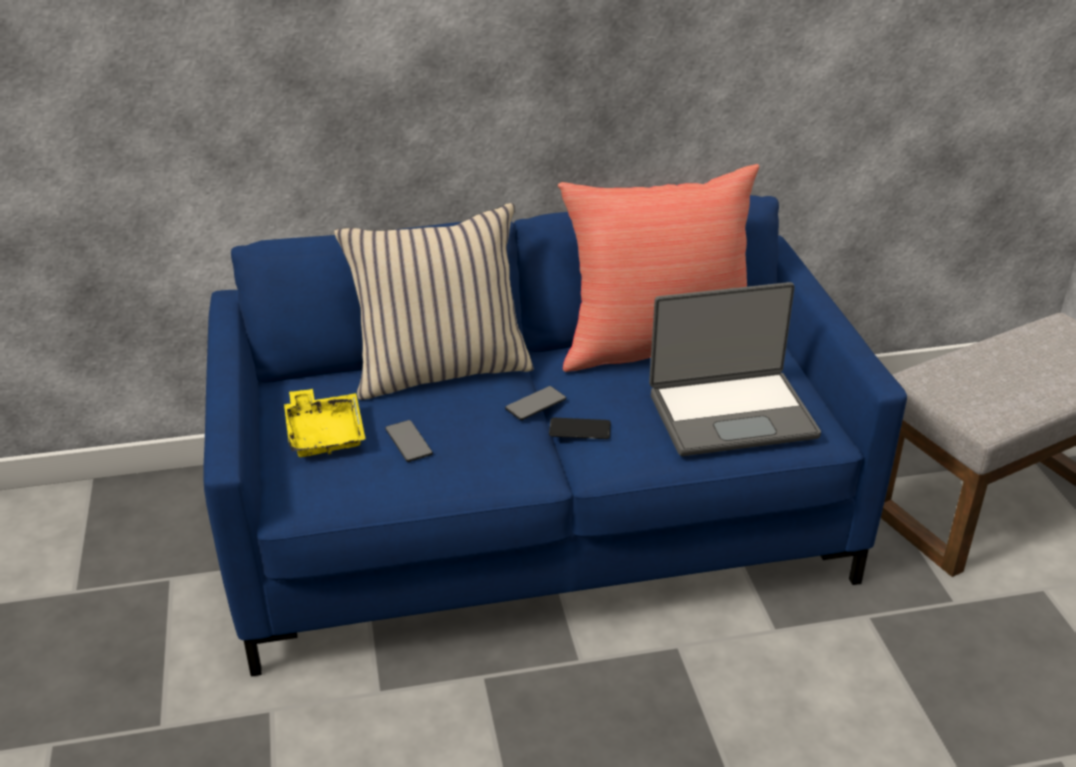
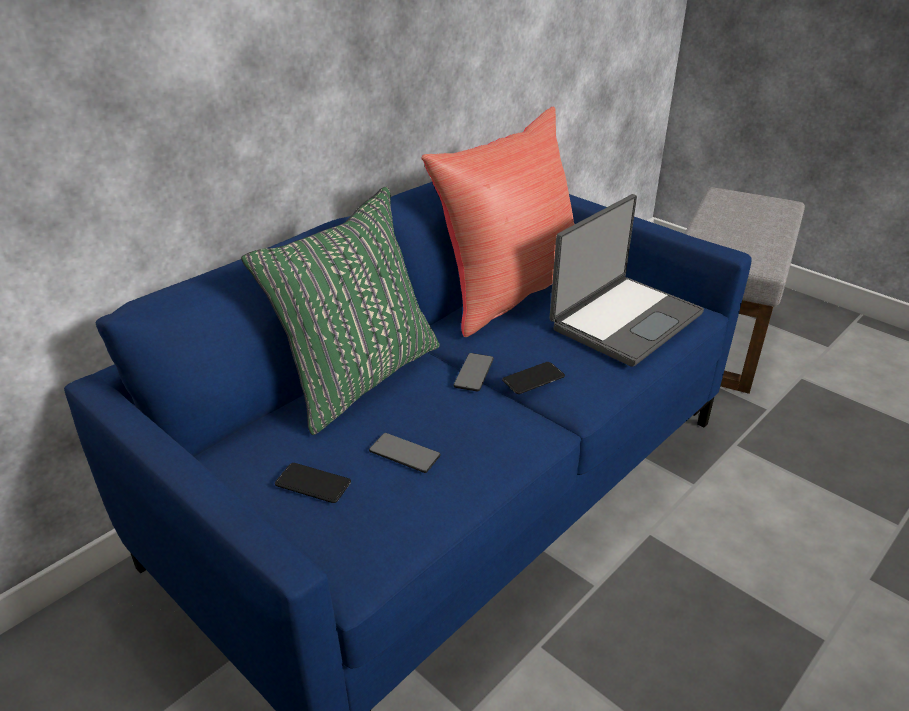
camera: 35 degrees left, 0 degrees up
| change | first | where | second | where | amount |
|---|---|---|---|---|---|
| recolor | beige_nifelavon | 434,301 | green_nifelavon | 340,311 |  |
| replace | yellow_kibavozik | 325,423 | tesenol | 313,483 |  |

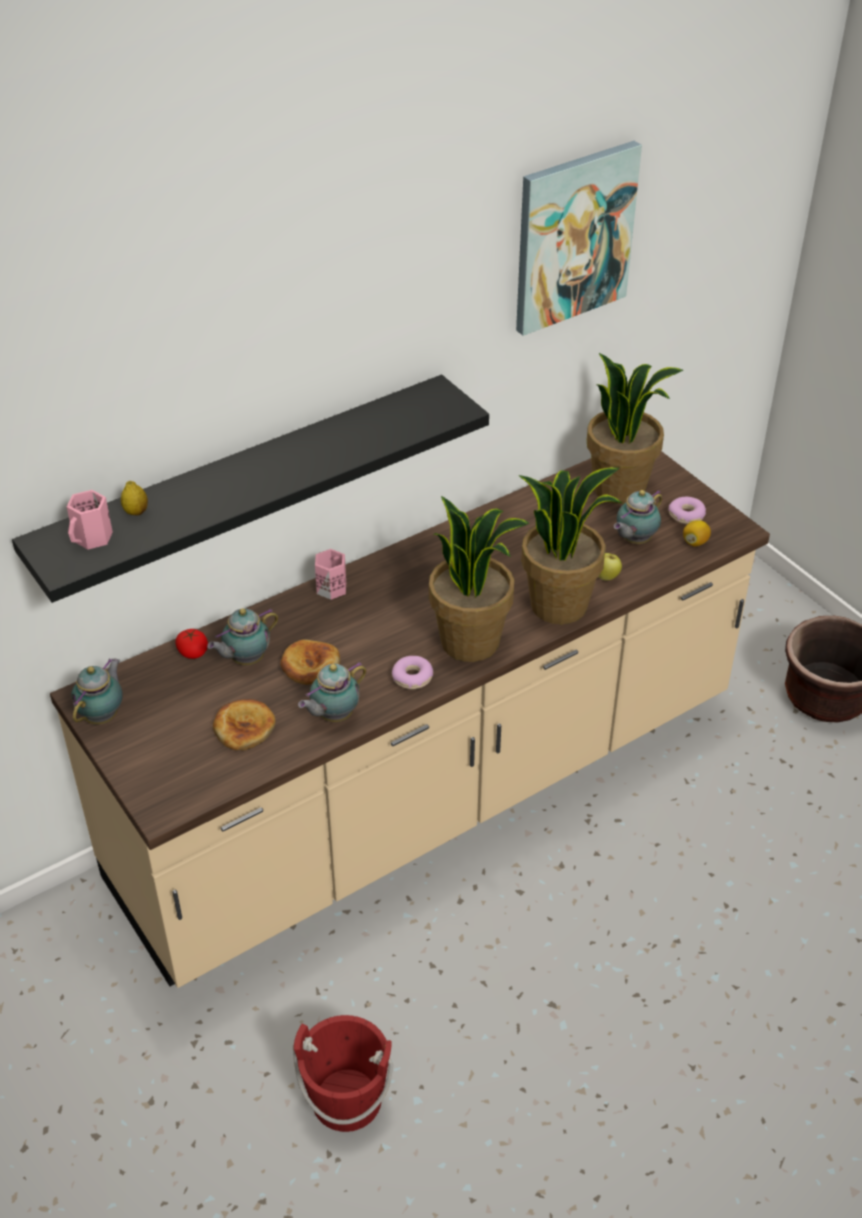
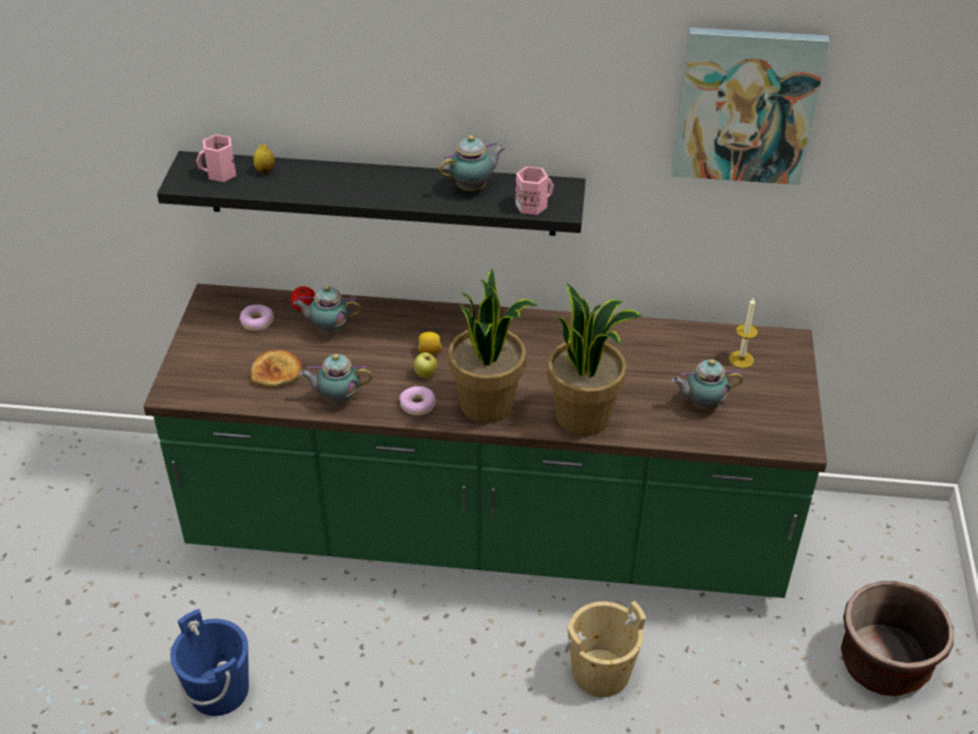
camera: 40 degrees right, 0 degrees up
| change | first | where | second | where | amount |
|---|---|---|---|---|---|
| recolor | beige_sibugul | 410,719 | green_sibugul | 485,441 |  |
| recolor | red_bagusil | 343,1073 | blue_bagusil | 209,662 |  |
| move | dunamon | 687,510 |  | 257,318 |  |
| move | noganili | 610,567 |  | 425,365 |  |
| move | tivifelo | 697,533 |  | 430,343 |  |
| move | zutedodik | 97,691 |  | 472,163 |  |
| move | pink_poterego | 330,574 |  | 534,190 |  |
| insert |  |  | beige_bagusil | 605,649 |  |
| replace | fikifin | 635,428 | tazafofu | 743,332 |  |
| delete | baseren | 310,662 |  |  |  |

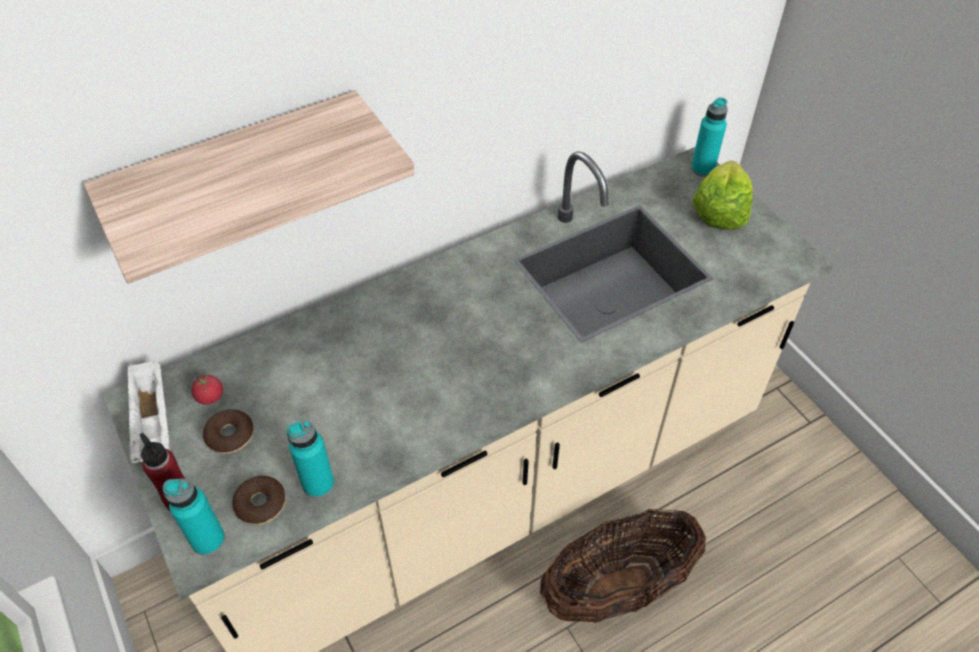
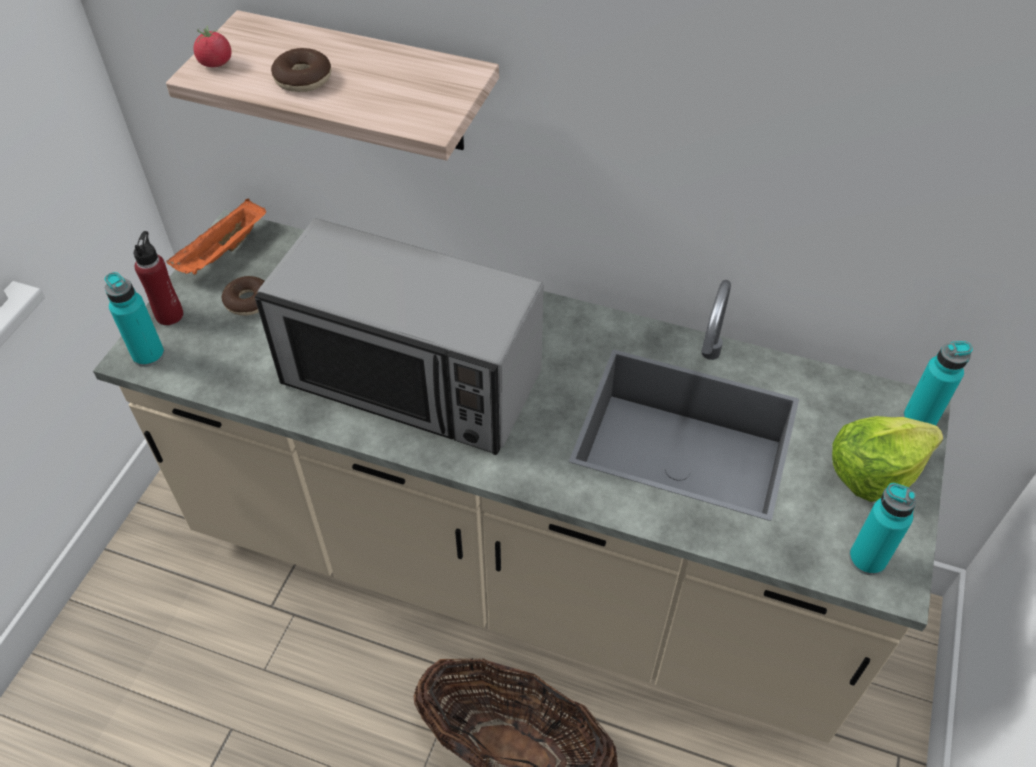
camera: 50 degrees right, 0 degrees up
| change | first | where | second | where | amount |
|---|---|---|---|---|---|
| recolor | white_kibavozik | 149,411 | orange_kibavozik | 216,237 |  |
| move | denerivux | 207,389 |  | 212,46 |  |
| insert |  |  | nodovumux | 399,337 |  |
| move | dunamon | 259,501 |  | 301,70 |  |
| move | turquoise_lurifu | 310,459 |  | 882,529 |  |

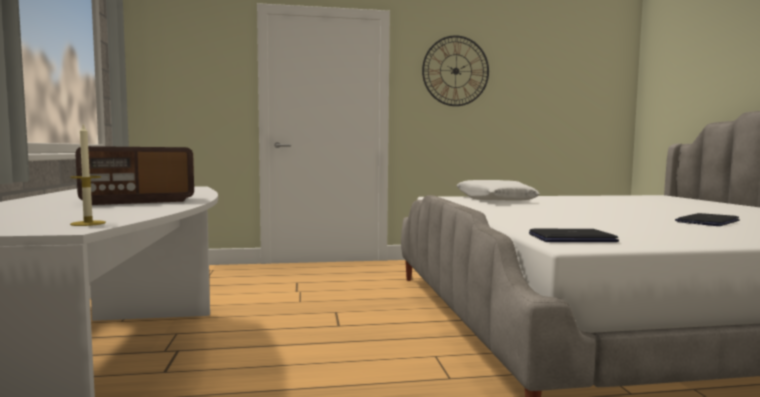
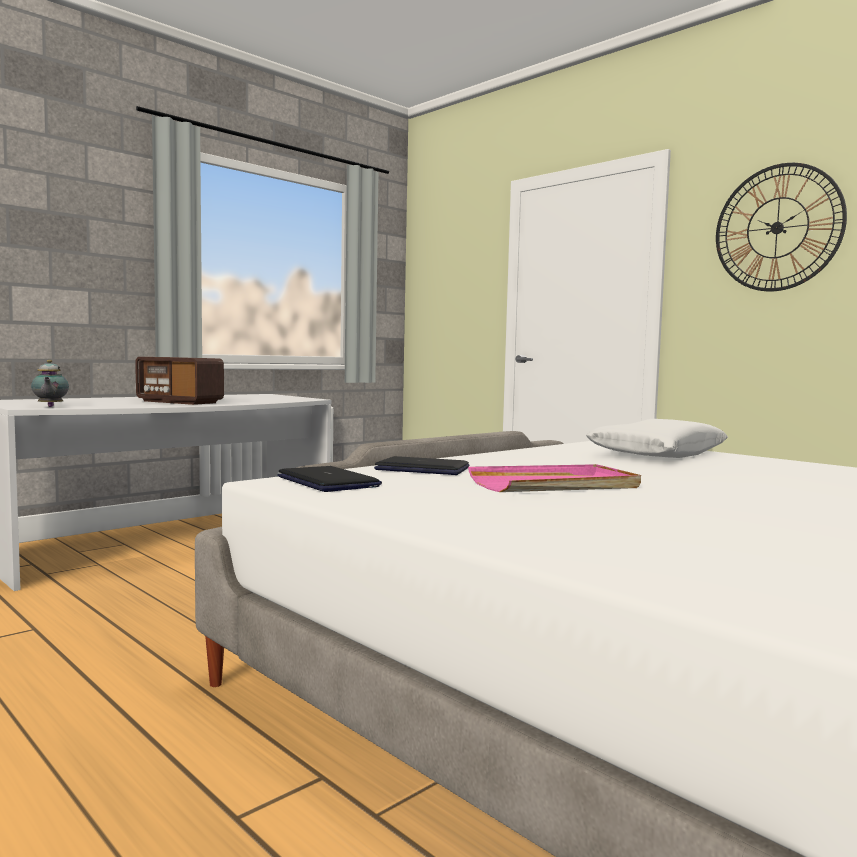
camera: 55 degrees right, 0 degrees up
| change | first | where | second | where | amount |
|---|---|---|---|---|---|
| replace | tazafofu | 88,175 | zutedodik | 50,383 |  |
| move | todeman | 707,219 |  | 421,465 |  |
| insert |  |  | pink_kibavozik | 554,478 |  |

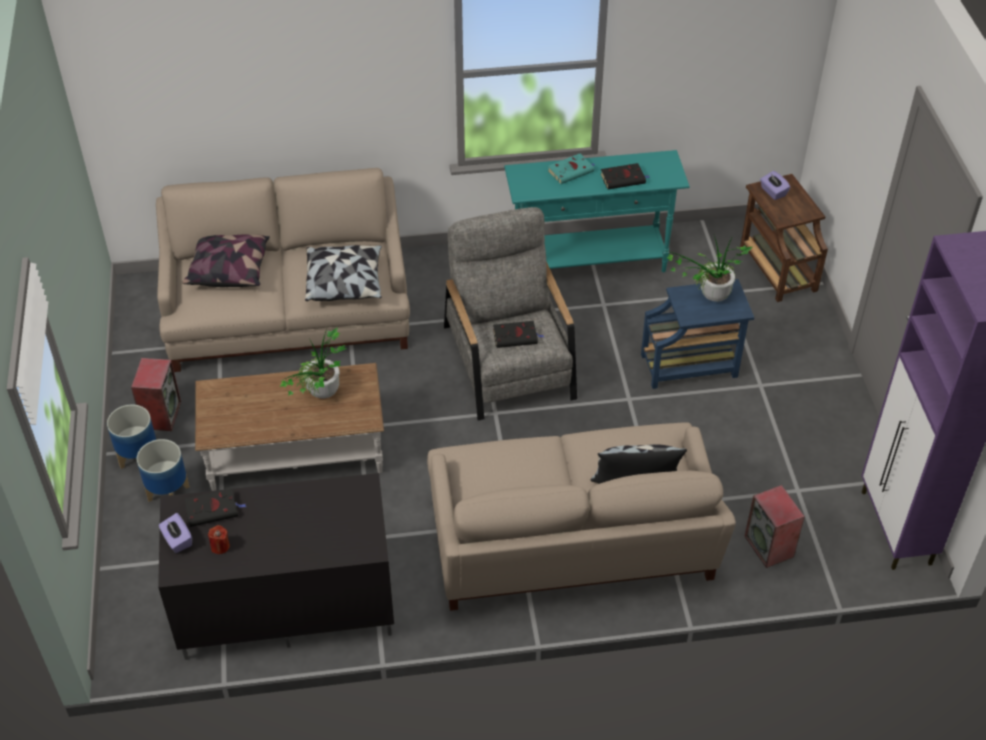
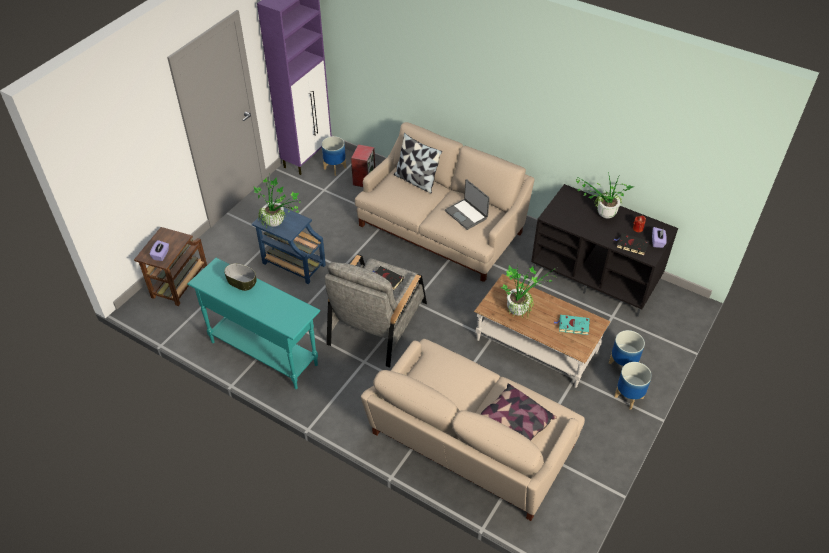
camera: 140 degrees left, 0 degrees up
| change | first | where | second | where | amount |
|---|---|---|---|---|---|
| replace | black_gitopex | 625,176 | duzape | 240,277 |  |
| insert |  |  | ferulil | 333,156 |  |
| insert |  |  | todeman | 467,204 |  |
| move | turquoise_gitopex | 571,168 |  | 571,325 |  |
| insert |  |  | fikifin | 605,195 |  |
| delete | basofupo | 156,394 |  |  |  |
| delete | nifelavon | 343,273 |  |  |  |

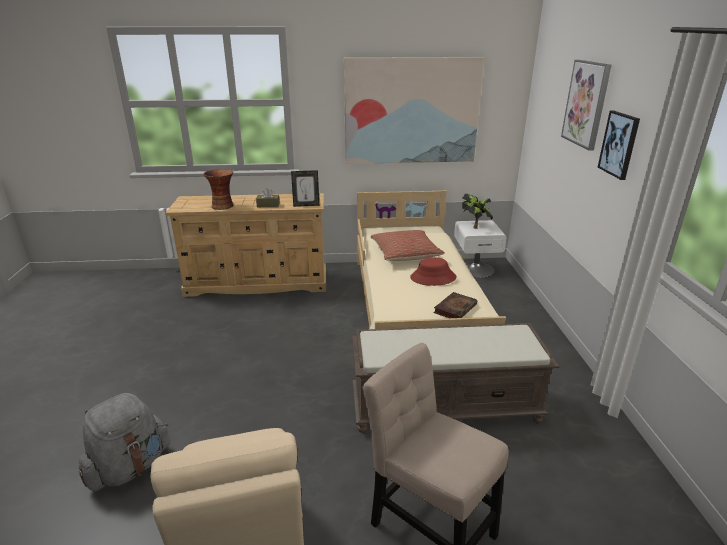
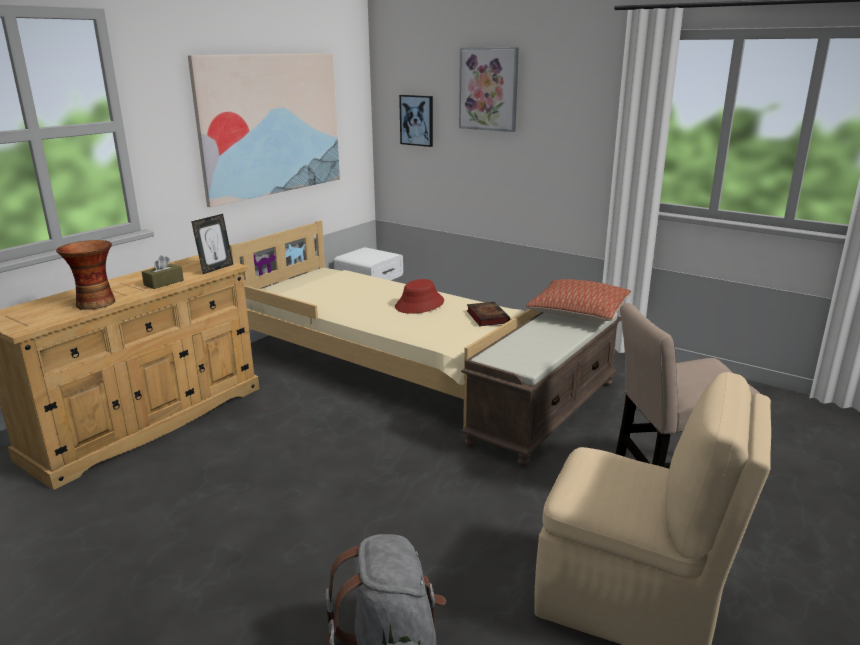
camera: 50 degrees left, 5 degrees down
| change | first | where | second | where | amount |
|---|---|---|---|---|---|
| move | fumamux | 619,145 |  | 416,121 |  |
| move | nifelavon | 408,245 |  | 578,300 |  |
| delete | fikifin | 477,211 |  |  |  |

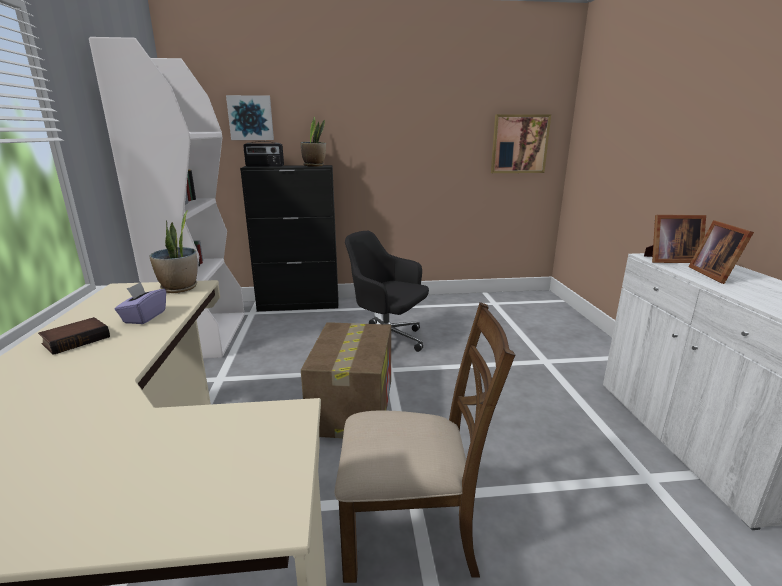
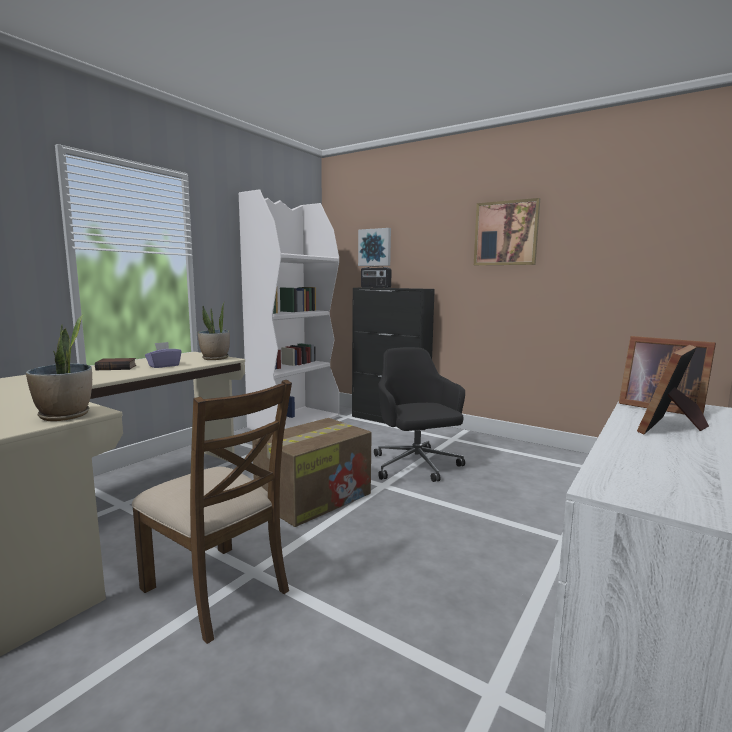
camera: 40 degrees right, 10 degrees down
| change | first | where | second | where | amount |
|---|---|---|---|---|---|
| move | fikifin | 313,141 |  | 59,367 |  |
| move | fumamux | 521,143 |  | 507,231 |  |

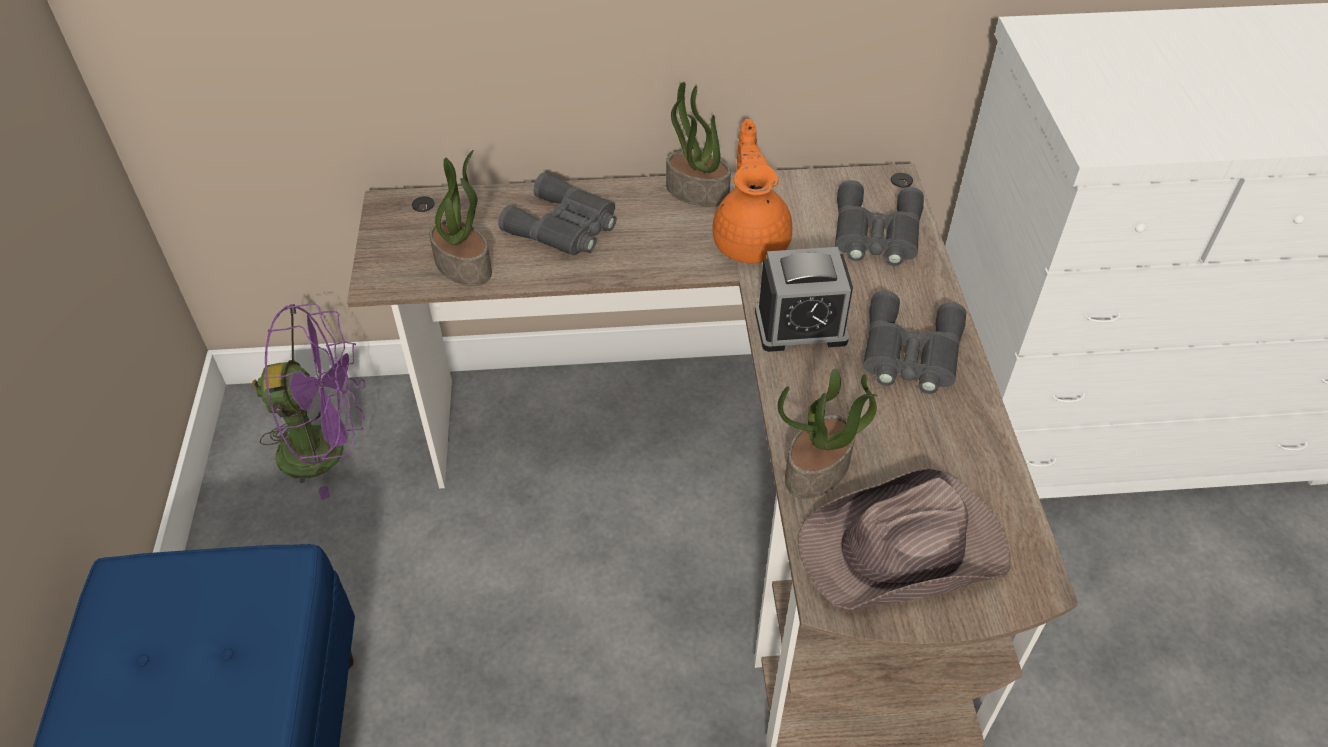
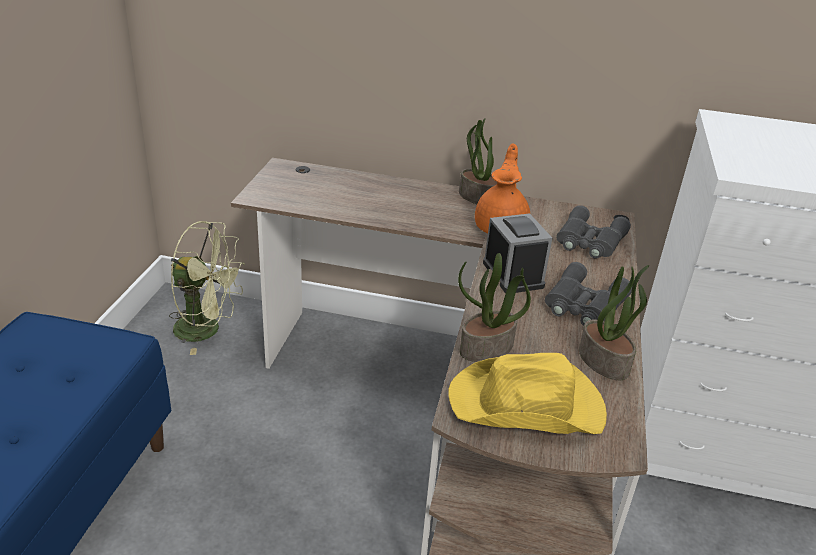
camera: 15 degrees right, 15 degrees down
| change | first | where | second | where | amount |
|---|---|---|---|---|---|
| recolor | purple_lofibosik | 309,401 | green_lofibosik | 207,288 |  |
| recolor | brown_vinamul | 904,539 | yellow_vinamul | 527,393 |  |
| rotate | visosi | 804,299 |  | 517,253 | 120 degrees counterclockwise |
| move | fikifin | 460,218 |  | 614,322 |  |
| delete | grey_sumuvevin | 557,214 |  |  |  |

